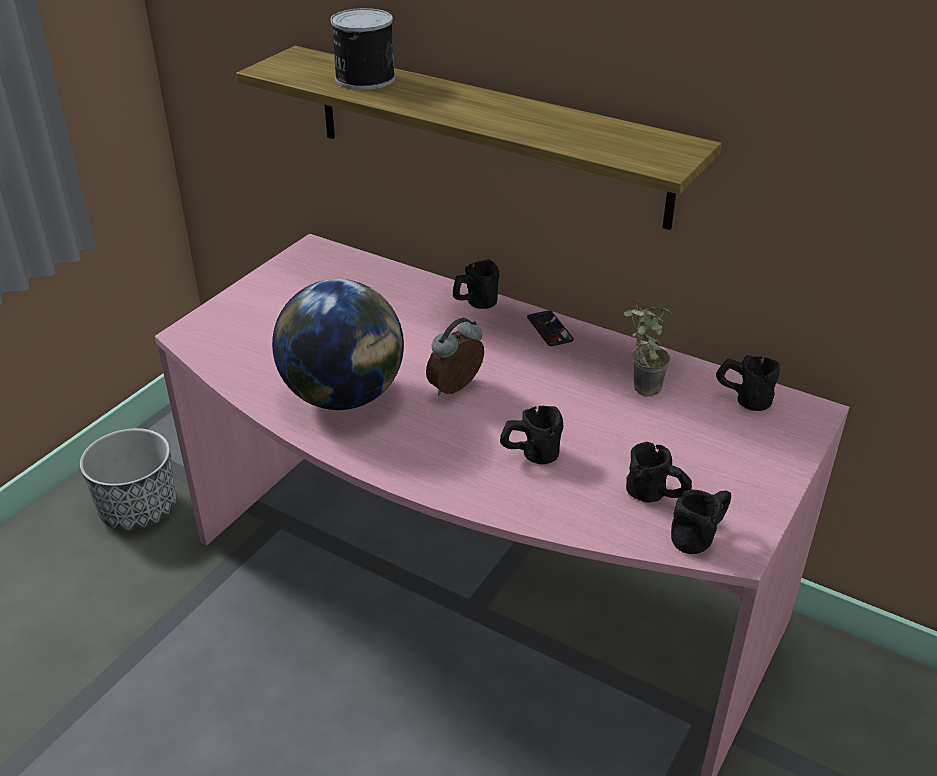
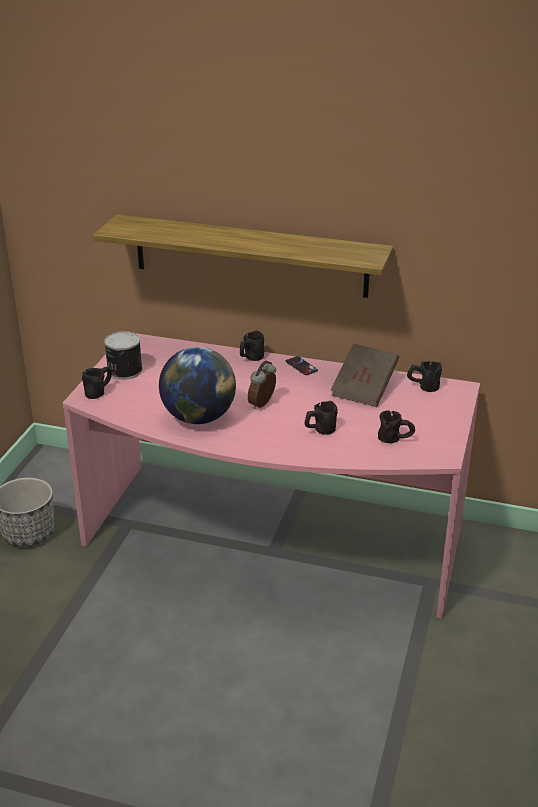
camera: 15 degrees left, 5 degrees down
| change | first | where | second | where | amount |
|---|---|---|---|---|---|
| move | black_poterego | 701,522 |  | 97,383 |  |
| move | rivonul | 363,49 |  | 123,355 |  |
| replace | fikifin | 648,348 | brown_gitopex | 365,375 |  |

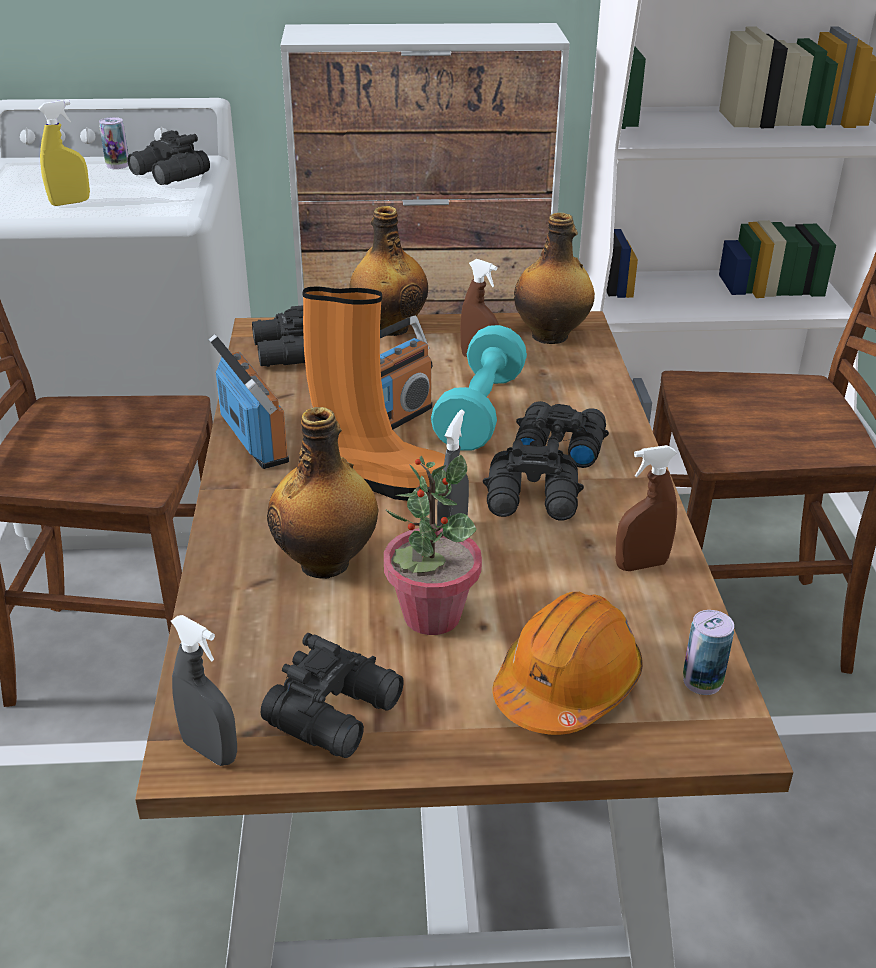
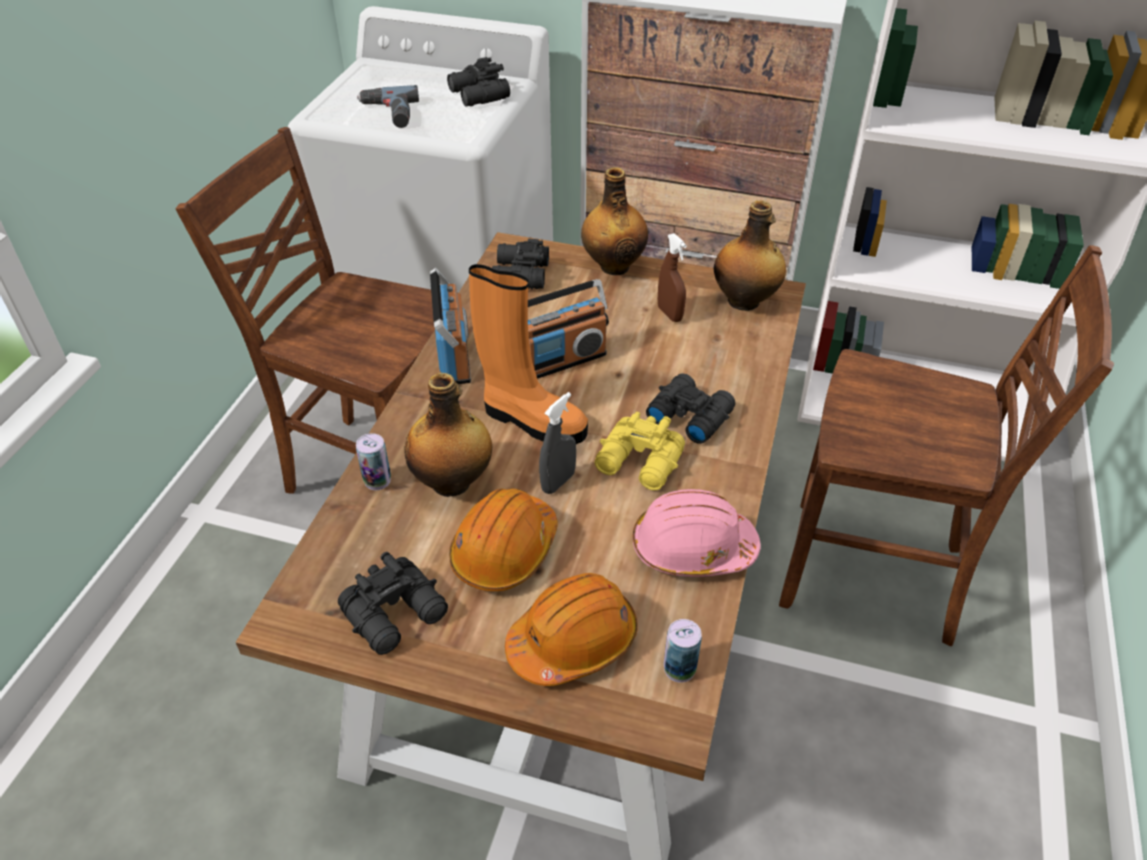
camera: 20 degrees right, 10 degrees up
| change | first | where | second | where | amount |
|---|---|---|---|---|---|
| move | rivonul | 113,143 |  | 373,461 |  |
| replace | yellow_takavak | 64,153 | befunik | 388,106 |  |
| replace | fikifin | 433,545 | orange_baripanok | 503,539 |  |
| recolor | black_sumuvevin | 533,478 | yellow_sumuvevin | 639,451 |  |
| replace | brown_takavak | 646,508 | pink_baripanok | 697,533 |  |
| delete | grey_takavak | 204,690 |  |  |  |
| delete | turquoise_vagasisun | 479,388 |  |  |  |

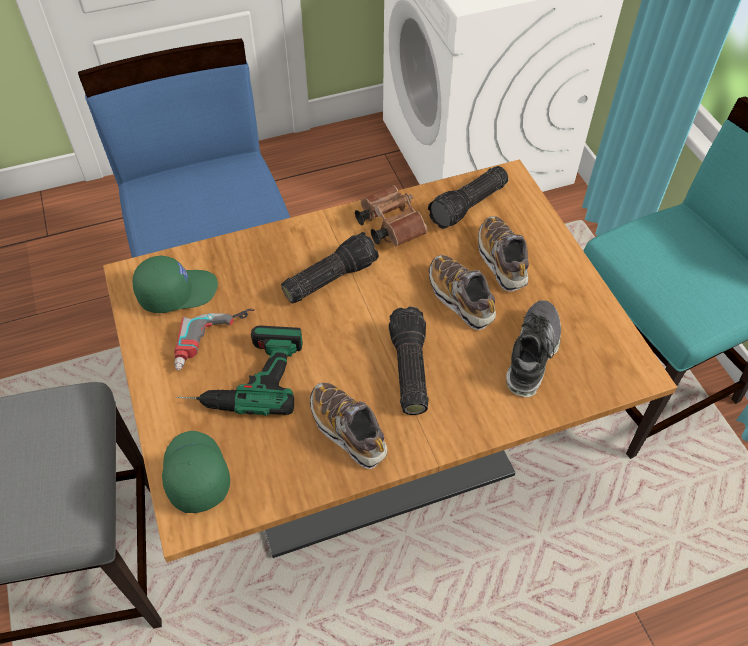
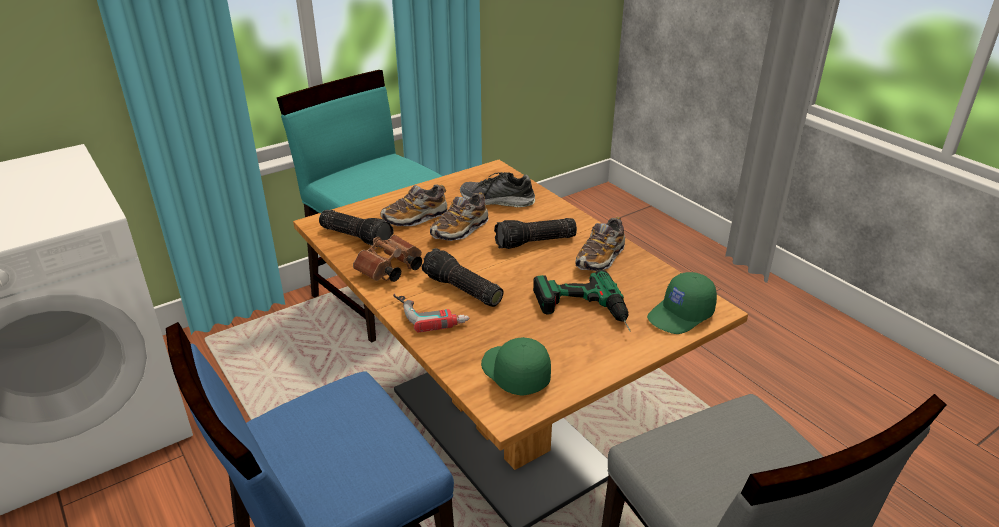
camera: 105 degrees left, 20 degrees down
| change | first | where | second | where | amount |
|---|---|---|---|---|---|
| move | befunik | 214,340 |  | 431,313 |  |

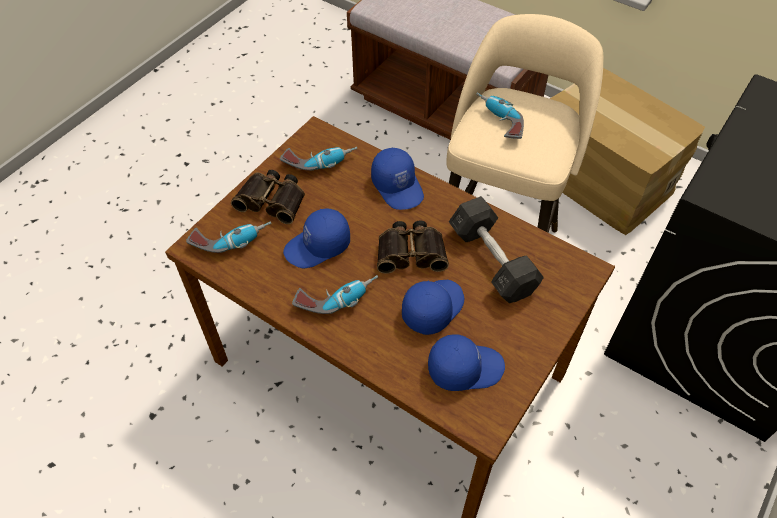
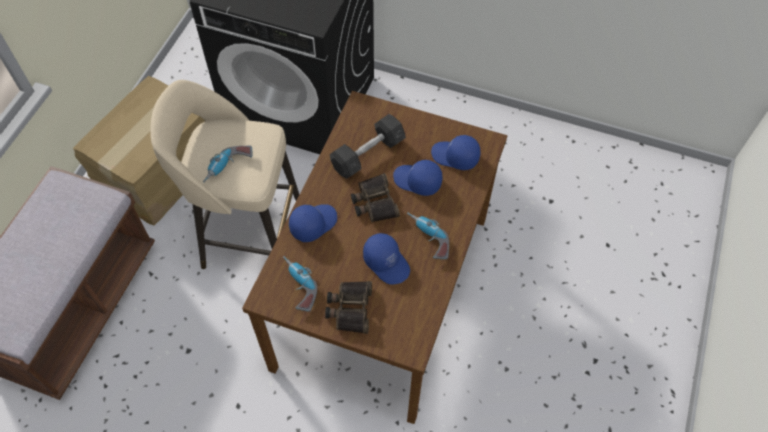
camera: 105 degrees left, 5 degrees up
| change | first | where | second | where | amount |
|---|---|---|---|---|---|
| rotate | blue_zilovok | 466,362 |  | 456,152 | 45 degrees counterclockwise |
| delete | befunik | 228,237 |  |  |  |

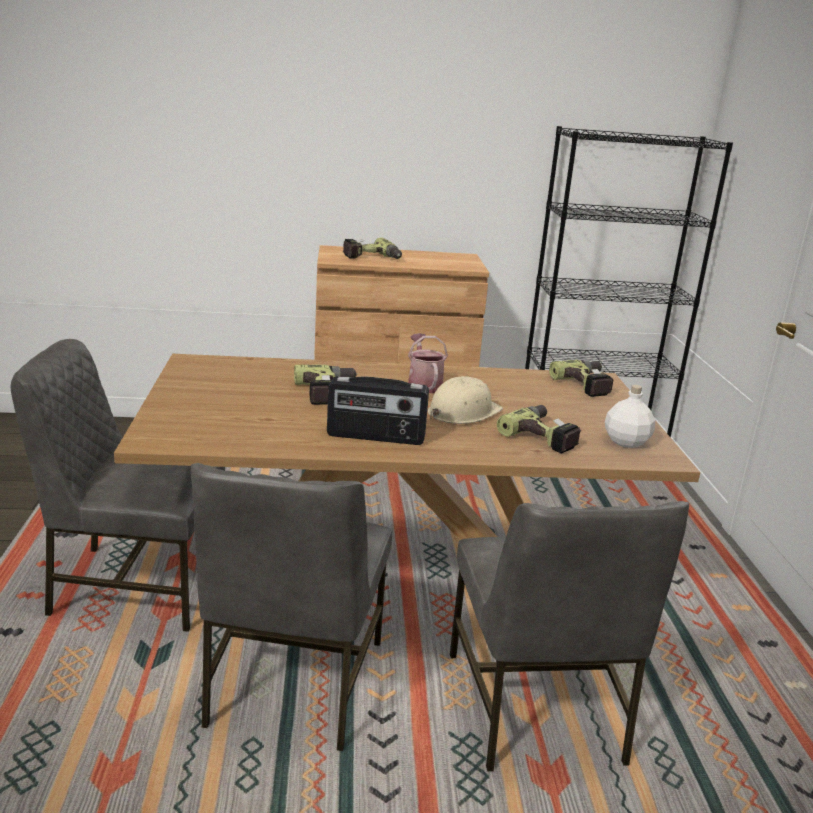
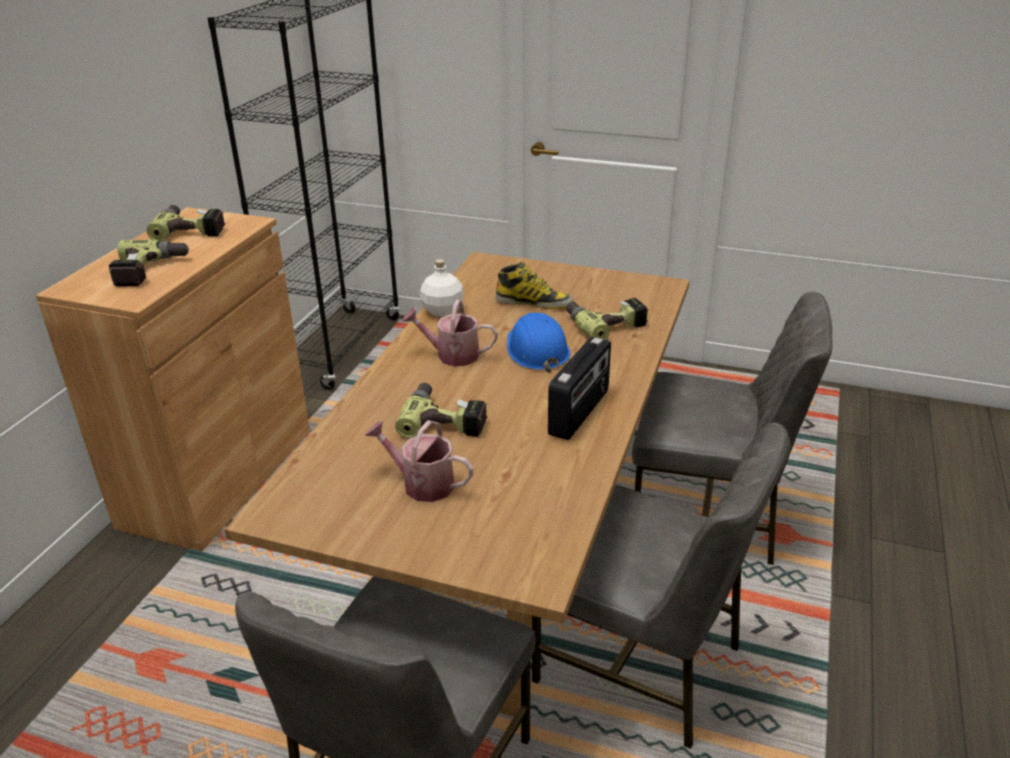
camera: 65 degrees left, 10 degrees up
| change | first | where | second | where | amount |
|---|---|---|---|---|---|
| move | befunik | 581,378 |  | 186,223 |  |
| insert |  |  | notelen | 418,461 |  |
| move | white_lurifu | 630,416 |  | 442,288 |  |
| insert |  |  | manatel | 534,286 |  |
| recolor | beige_baripanok | 465,400 | blue_baripanok | 538,342 |  |

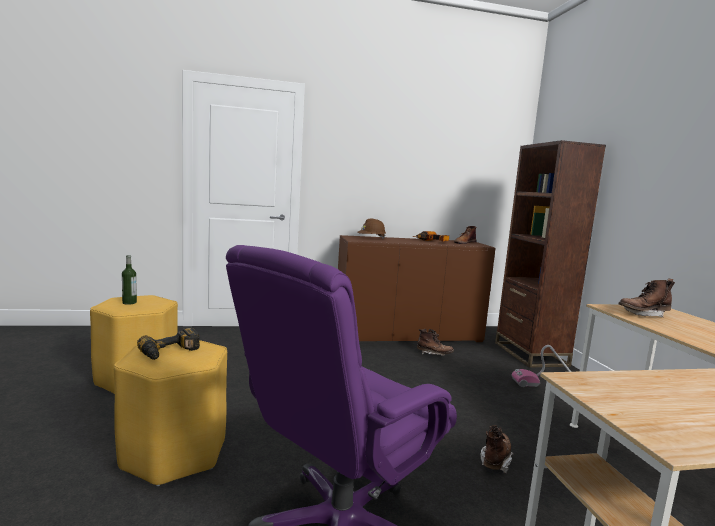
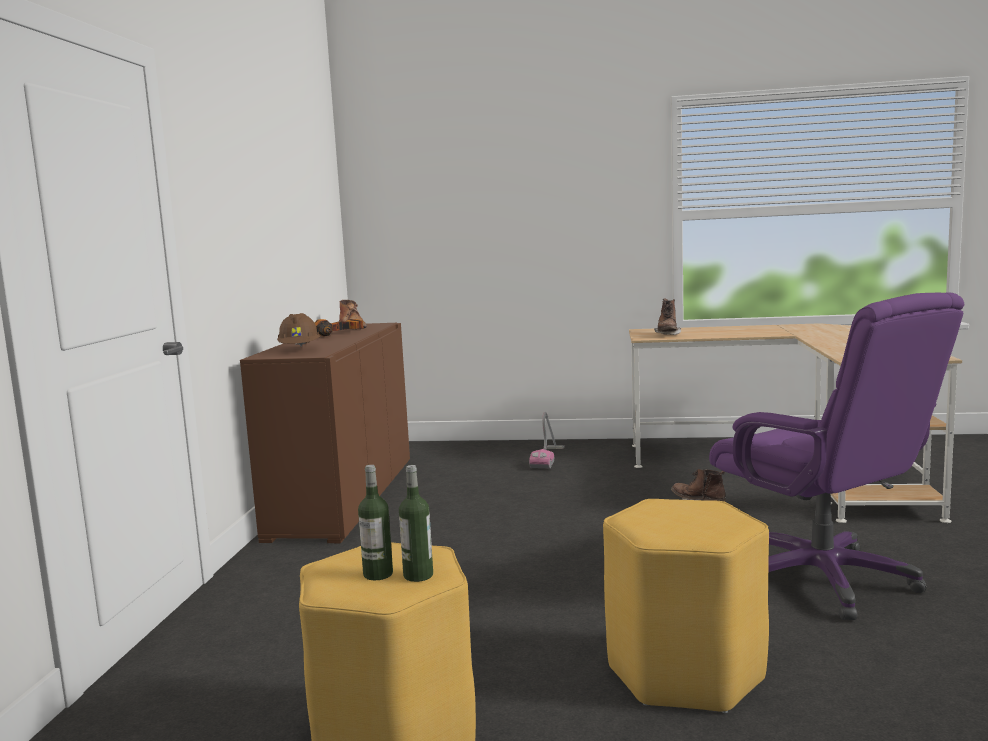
camera: 70 degrees left, 0 degrees up
| change | first | where | second | where | amount |
|---|---|---|---|---|---|
| insert |  |  | lurifu | 416,523 |  |
| delete | befunik | 168,343 |  |  |  |
| delete | brown_manatel | 435,342 |  |  |  |
| delete | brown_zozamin | 550,254 |  |  |  |

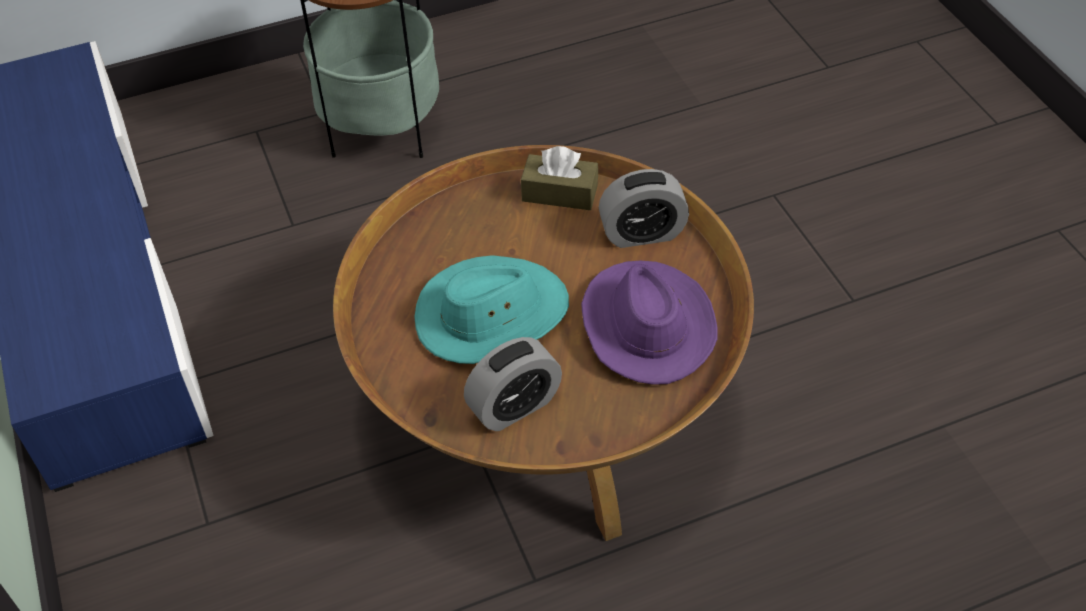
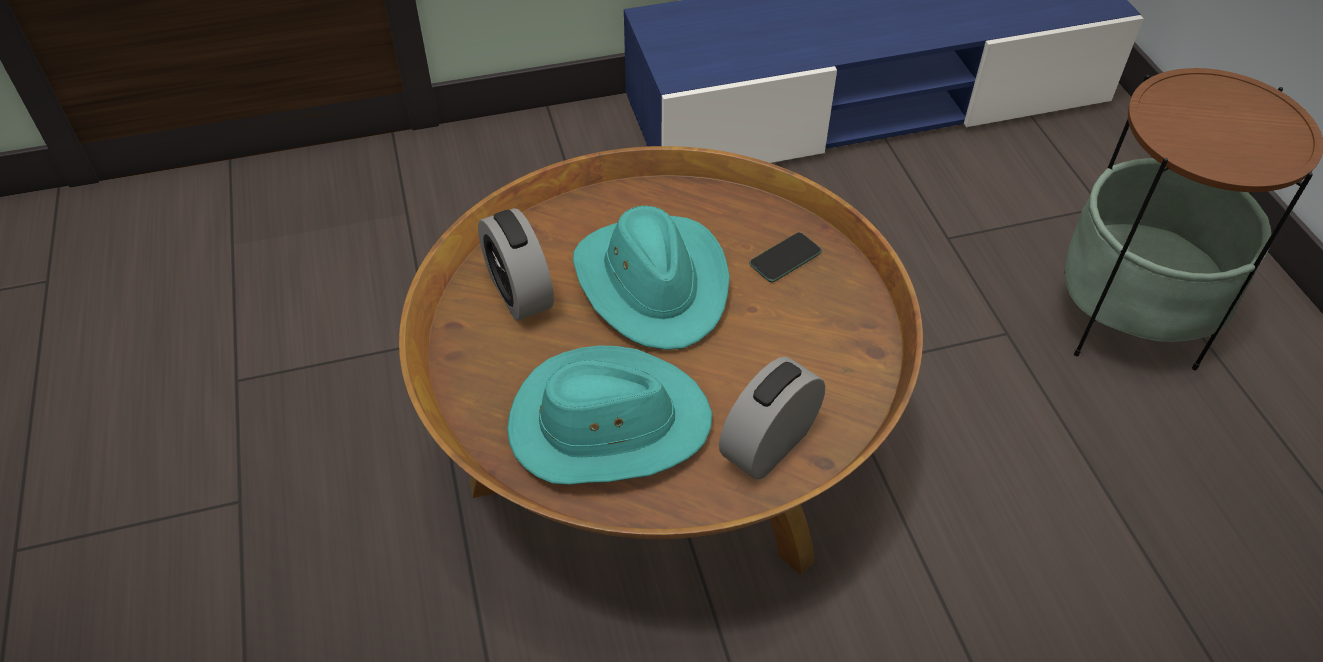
camera: 95 degrees right, 0 degrees up
| change | first | where | second | where | amount |
|---|---|---|---|---|---|
| recolor | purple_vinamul | 649,323 | turquoise_vinamul | 609,415 |  |
| rotate | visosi | 644,208 |  | 772,417 | 45 degrees clockwise |
| insert |  |  | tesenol | 785,257 |  |
| delete | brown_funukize | 559,178 |  |  |  |

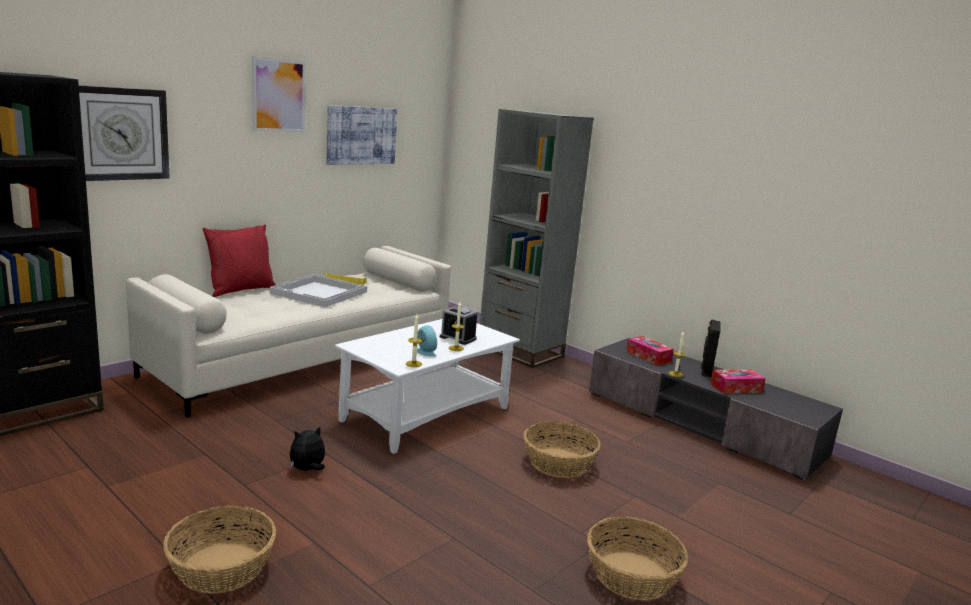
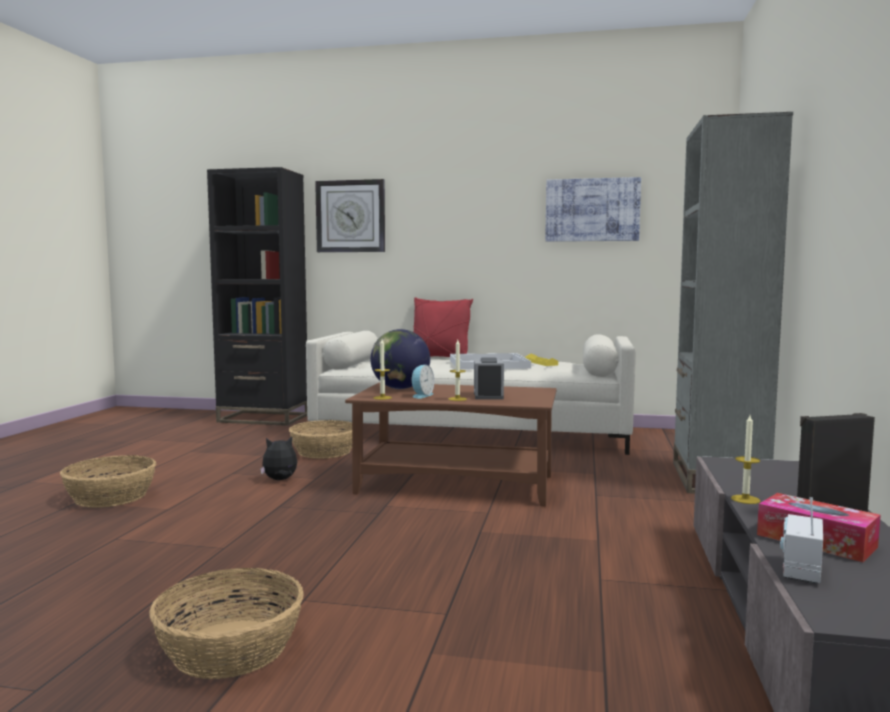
camera: 60 degrees right, 10 degrees down
| change | first | where | second | where | amount |
|---|---|---|---|---|---|
| rotate | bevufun | 307,448 |  | 278,458 | 45 degrees counterclockwise |
| move | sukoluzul | 562,449 |  | 320,439 |  |
| recolor | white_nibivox | 427,386 | brown_nibivox | 451,445 |  |
| insert |  |  | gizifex | 400,359 |  |
| insert |  |  | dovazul | 801,540 |  |
| delete | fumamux | 279,94 |  |  |  |
| delete | funukize | 650,351 |  |  |  |

